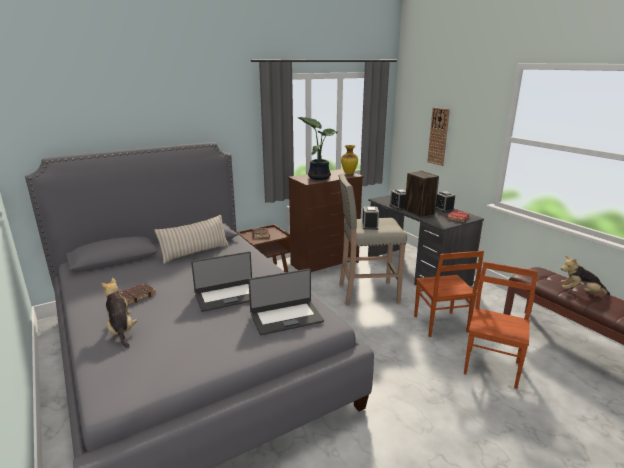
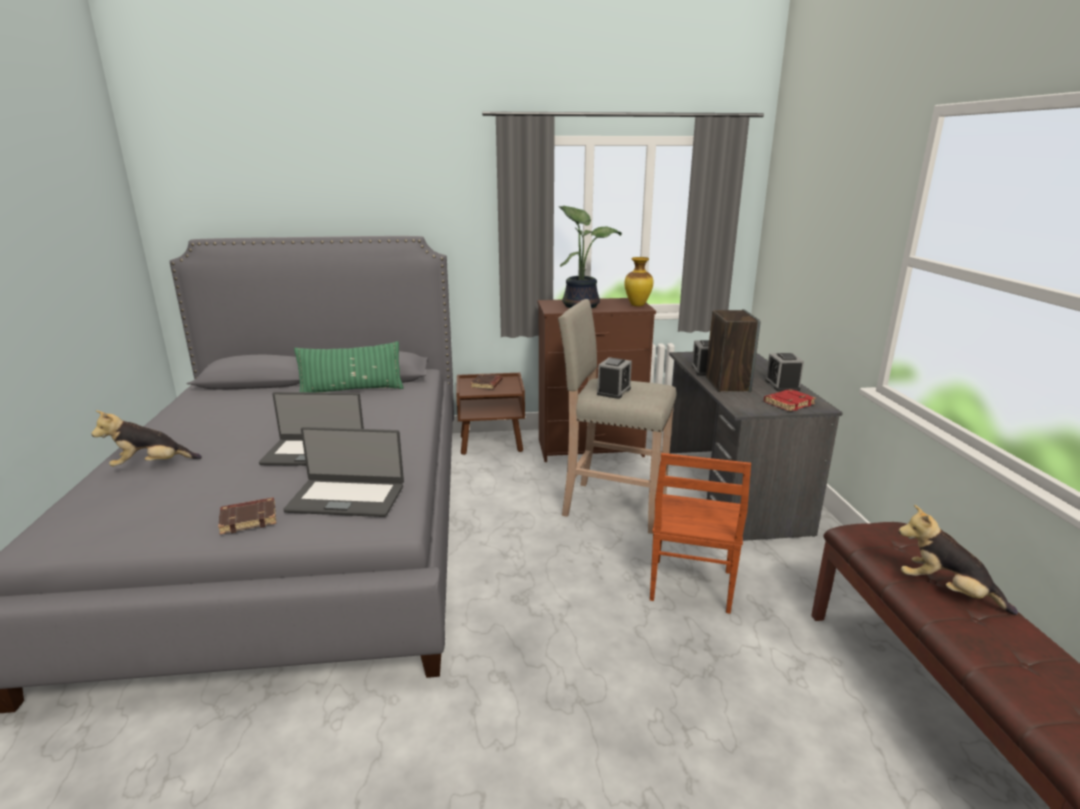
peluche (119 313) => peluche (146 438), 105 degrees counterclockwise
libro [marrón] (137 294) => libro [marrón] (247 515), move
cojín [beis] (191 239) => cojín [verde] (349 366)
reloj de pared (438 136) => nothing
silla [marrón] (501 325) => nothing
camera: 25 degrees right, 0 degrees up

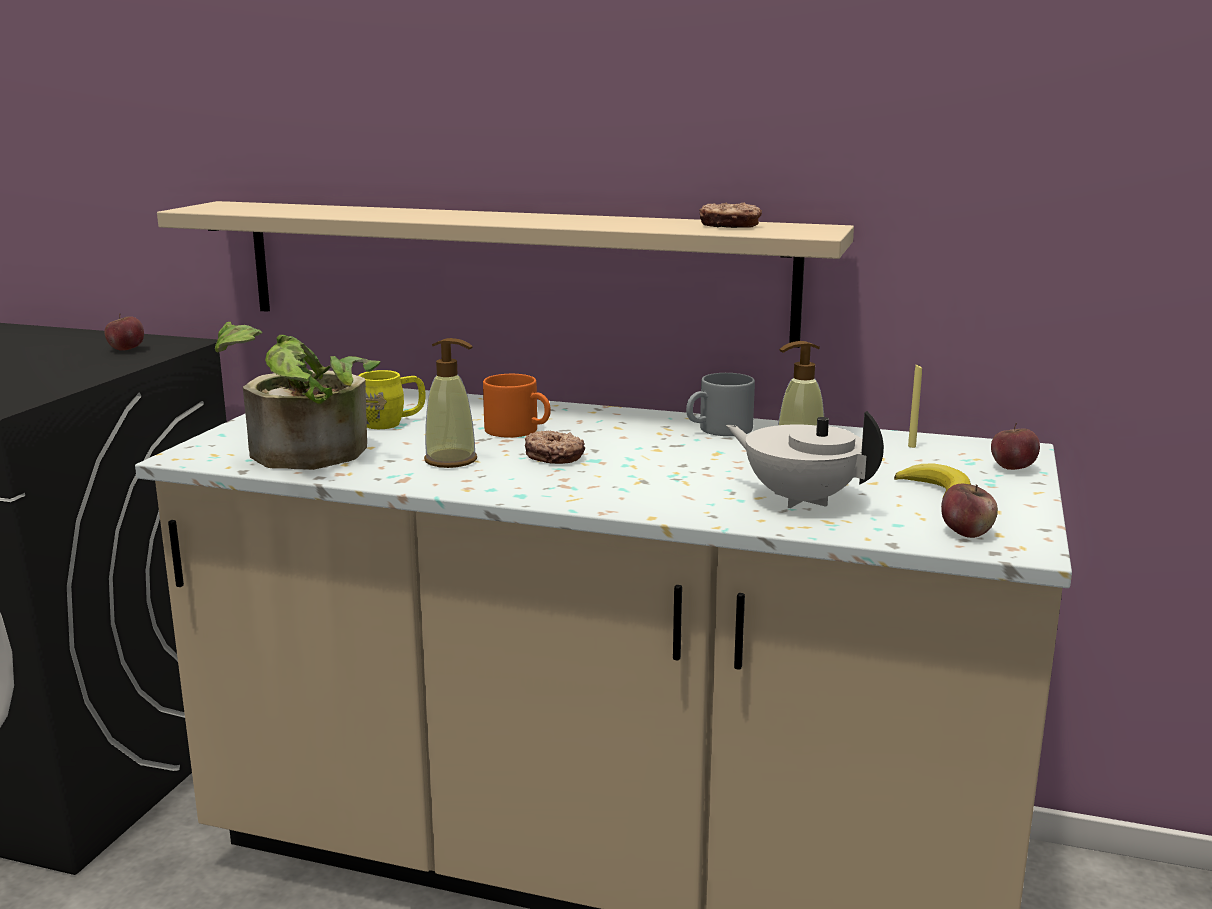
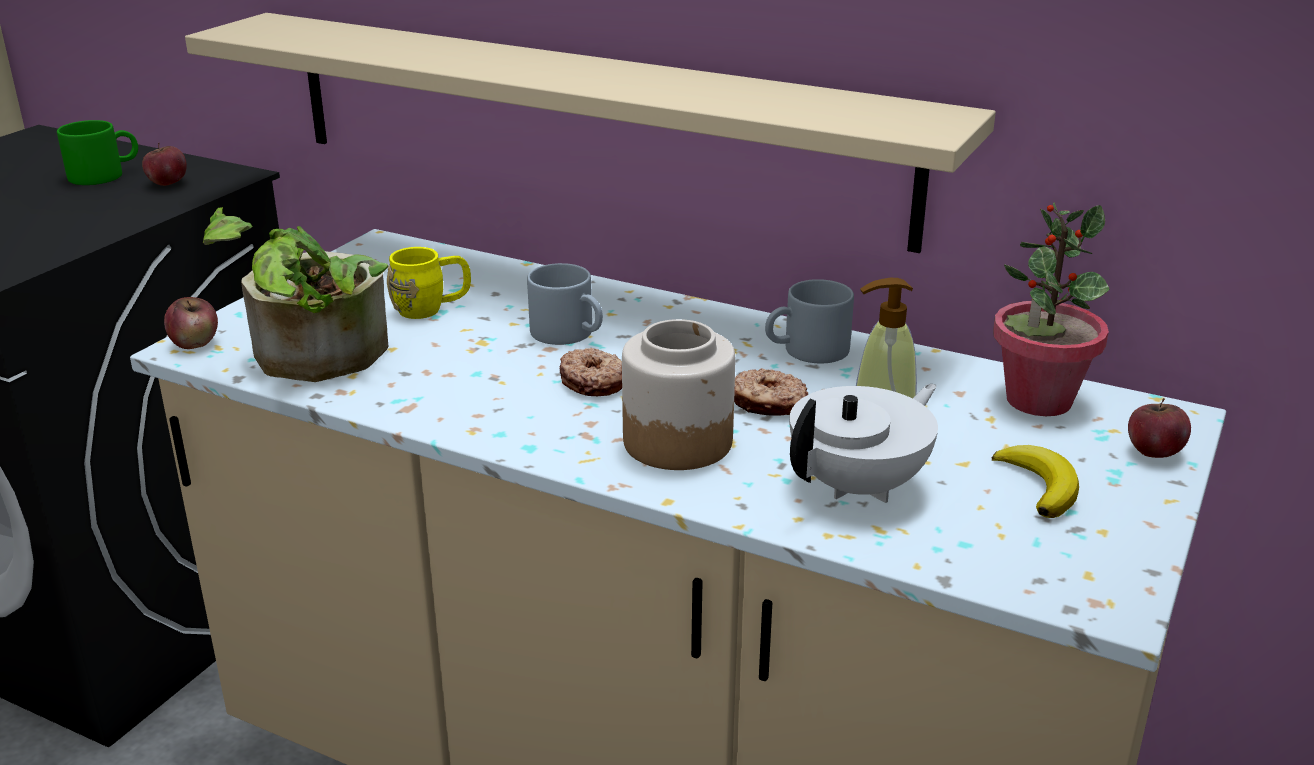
nothing => taza grande [verde] (97 152)
manzana (969 511) => manzana (191 323), move
taza grande [naranja] (517 406) => taza grande [gris] (565 304)
nothing => tarro (678 394)
rosquilla (730 215) => rosquilla (771 391), move
tetera [blanco] (805 459) => tetera [blanco] (863 443), 90 degrees clockwise
vela [amarillo] (915 406) => planta en maceta (1051 309)
dispensador de jabón (450 403) => nothing
camera: 10 degrees right, 10 degrees up

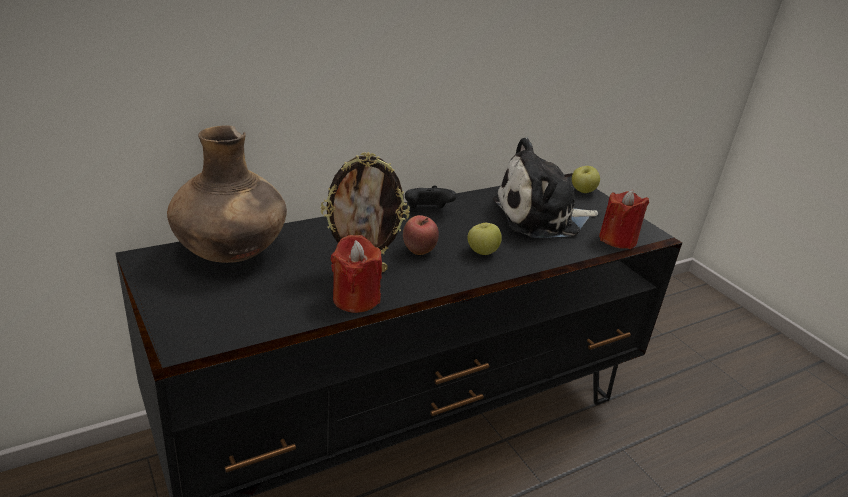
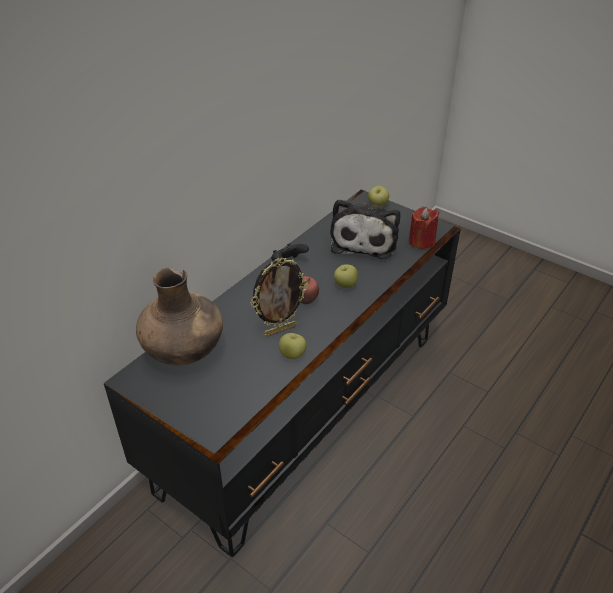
vela [rojo] (356 274) => manzana (293 346)
peluche (545 187) => peluche (365 229), 45 degrees counterclockwise
camera: 20 degrees left, 10 degrees up

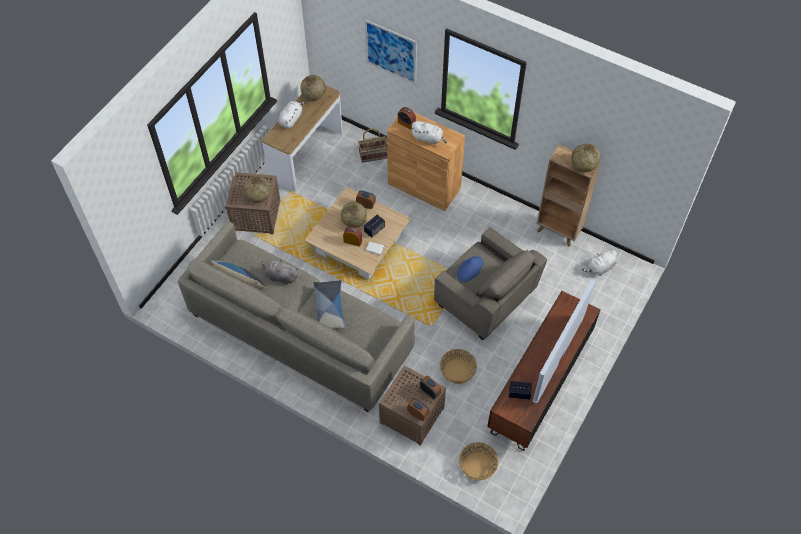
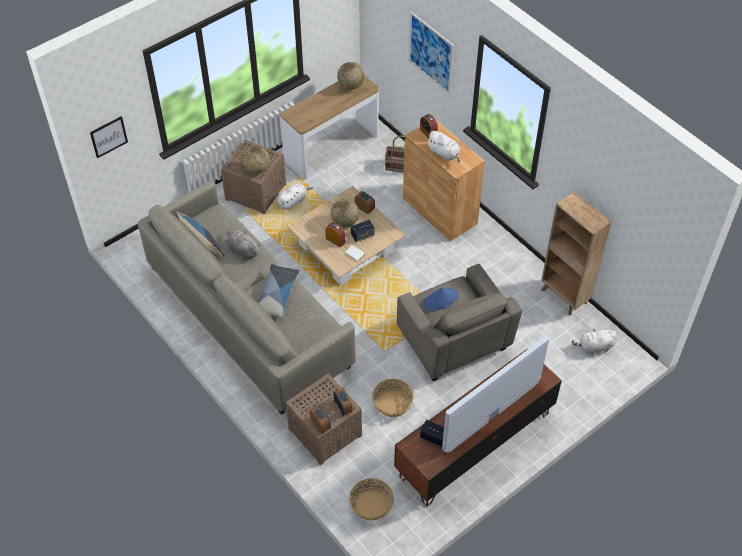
nothing => cuadro (109 137)
peluche [blanco] (292 114) => peluche [blanco] (295 196), move
globo terráqueo (585 157) => nothing
camera: 20 degrees right, 5 degrees down

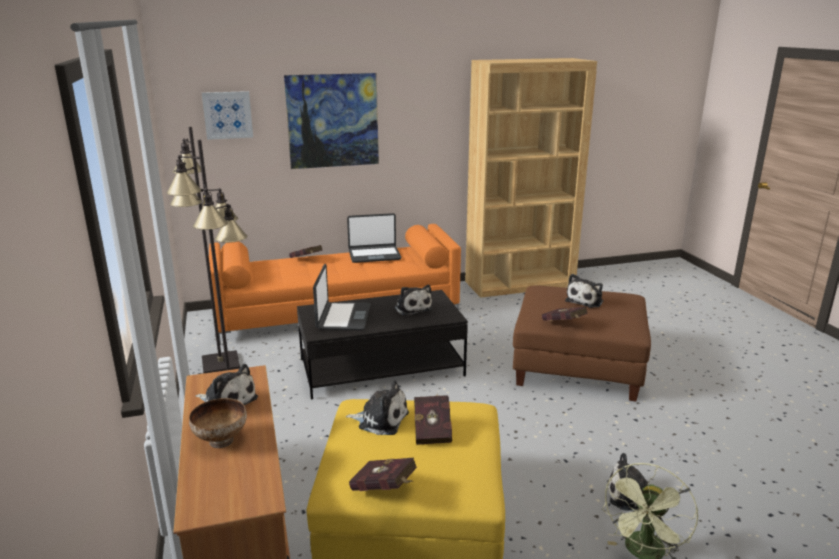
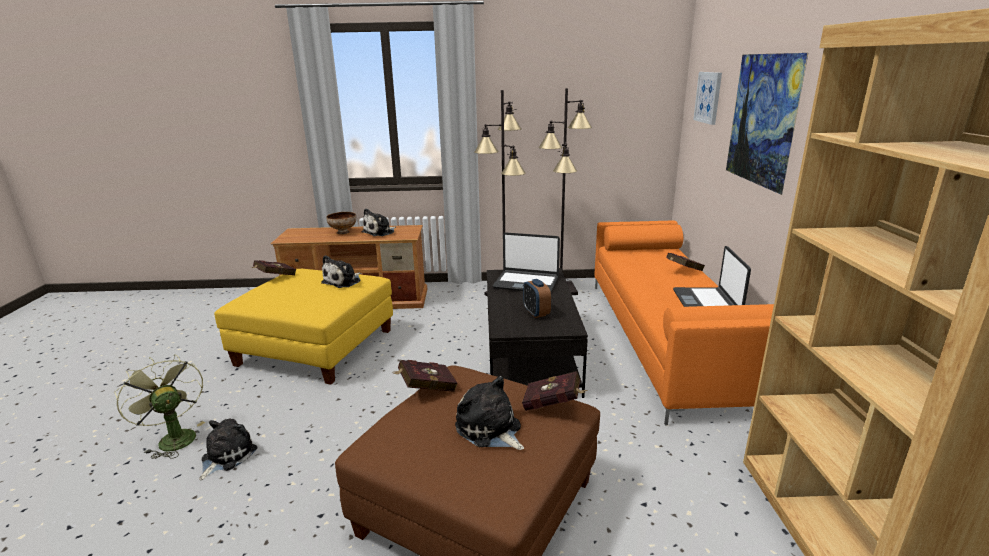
libro [rojo] (433 419) => libro [rojo] (555 391), move
peluche (413 300) => despertador (537 298)
camera: 105 degrees right, 0 degrees up

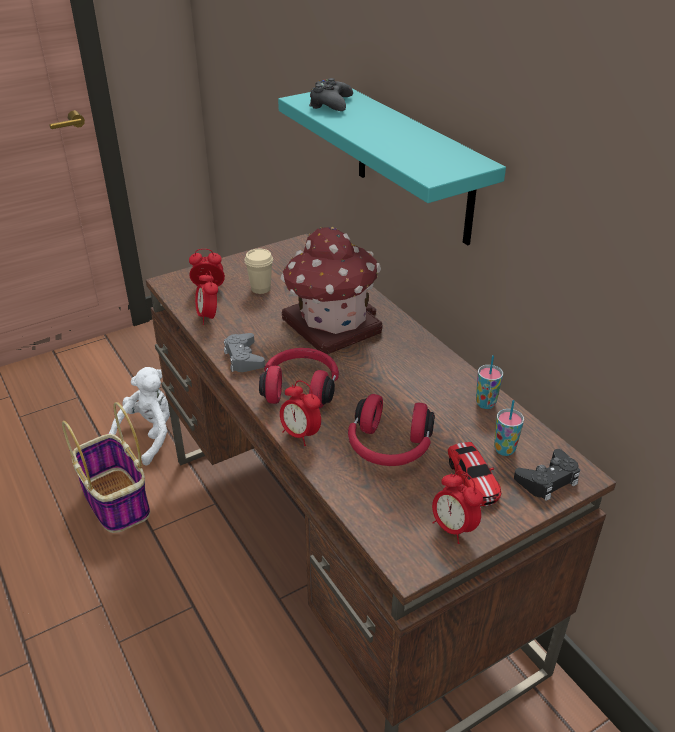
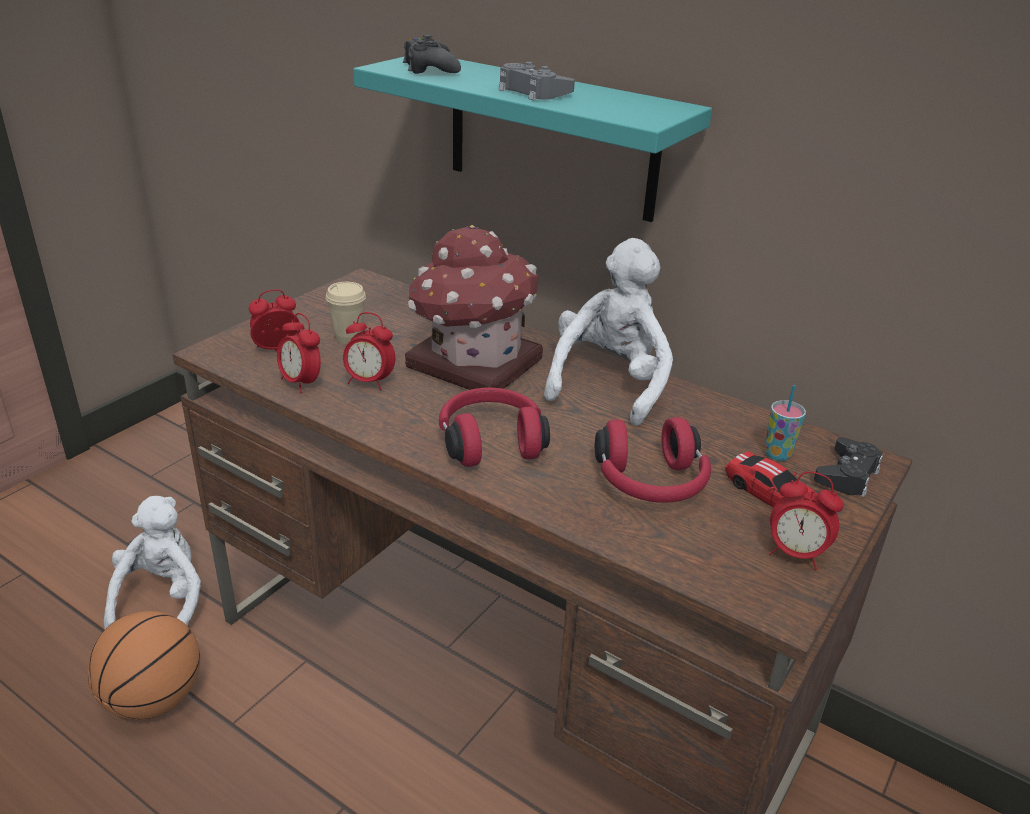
cesta (106 467) => balón de baloncesto (143 665)
despertador (300 413) => despertador (369 351), move
mando de consola [gris] (244 352) => mando de consola [gris] (537 81), move
nothing => peluche [blanco] (608 332)
taza (489 382) => nothing
camera: 25 degrees left, 5 degrees down

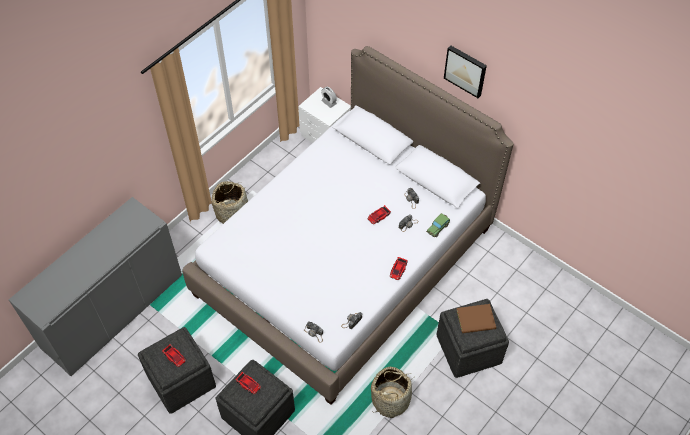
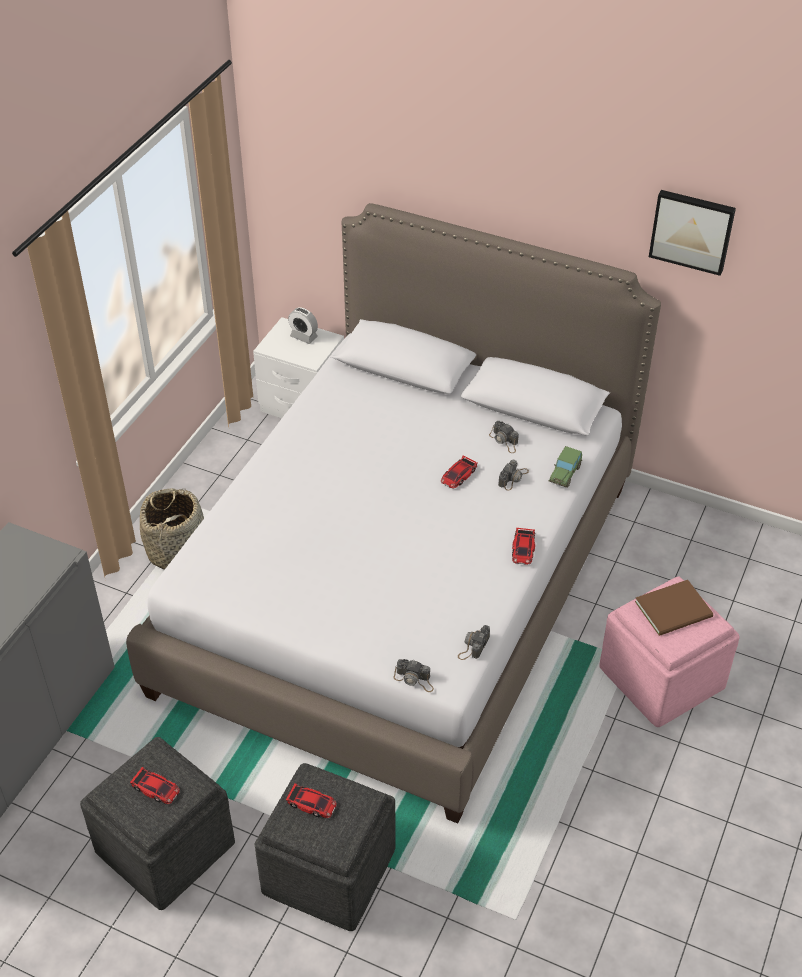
puf [gris] (472 338) => puf [rosa] (669 651)
cuadro (465 71) => cuadro (692 233), move
cesta (393 392) => nothing
camera: 15 degrees left, 10 degrees down

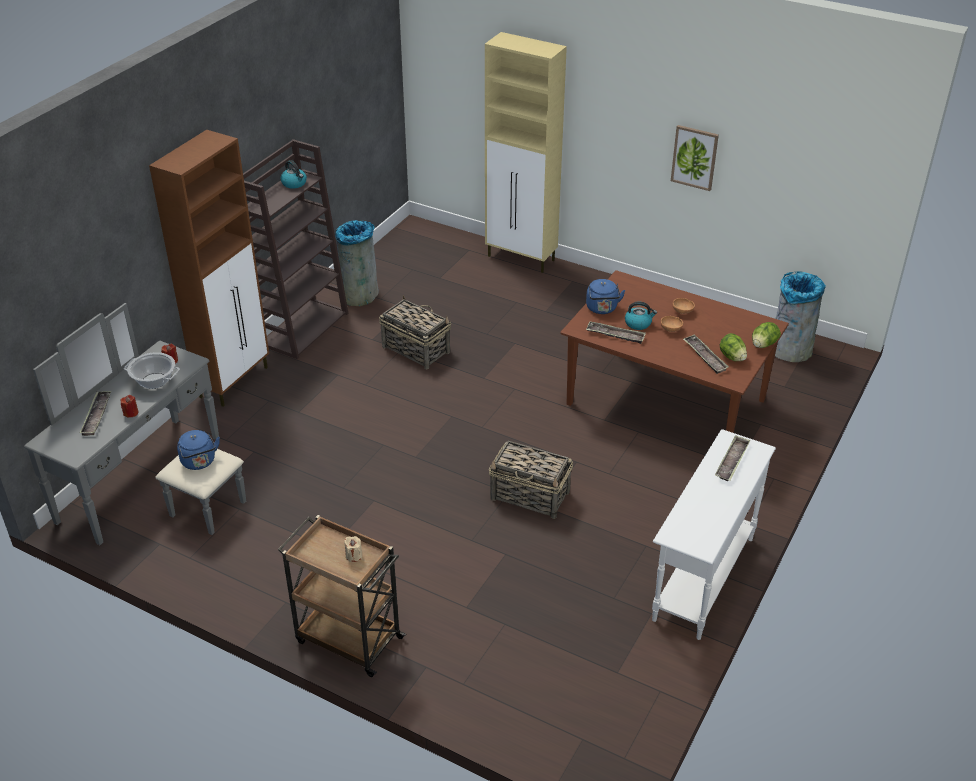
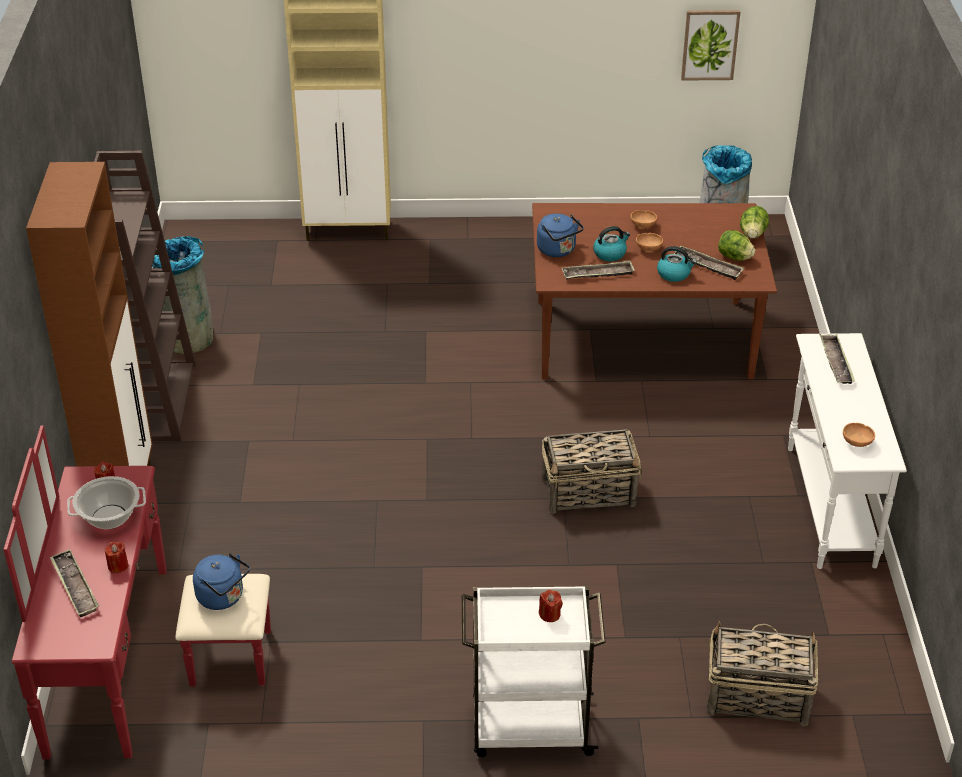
cómoda [gris] (135 424) => cómoda [rojo] (137 592)
carrito [marrón] (342 596) => carrito [blanco] (534 671)
vela [beis] (353 549) => vela [rojo] (551 606)
hervidor (293 174) => hervidor (677 264), move
cuadro (695 158) => cuadro (711 45), move
cesta (415 332) => cesta (762 673), move
nothing => cuenco [marrón] (859 435)
camera: 30 degrees left, 0 degrees up

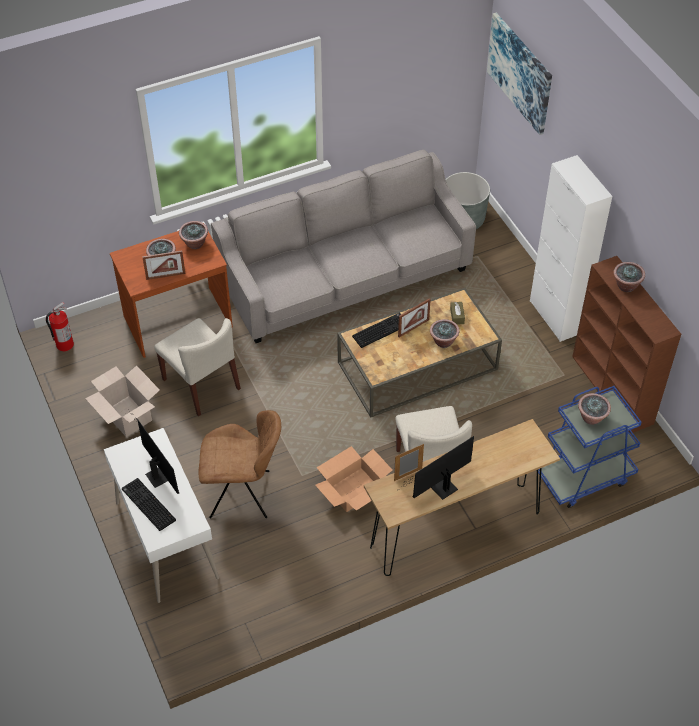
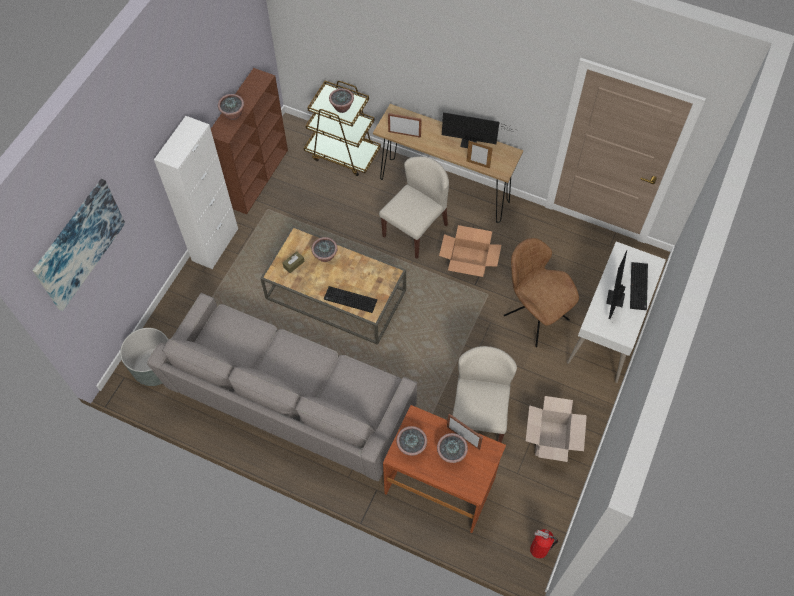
carrito [azul] (588 447) => carrito [marrón] (342 128)
portarretratos (414 317) => portarretratos (405 125), move
camera: 130 degrees left, 10 degrees up

